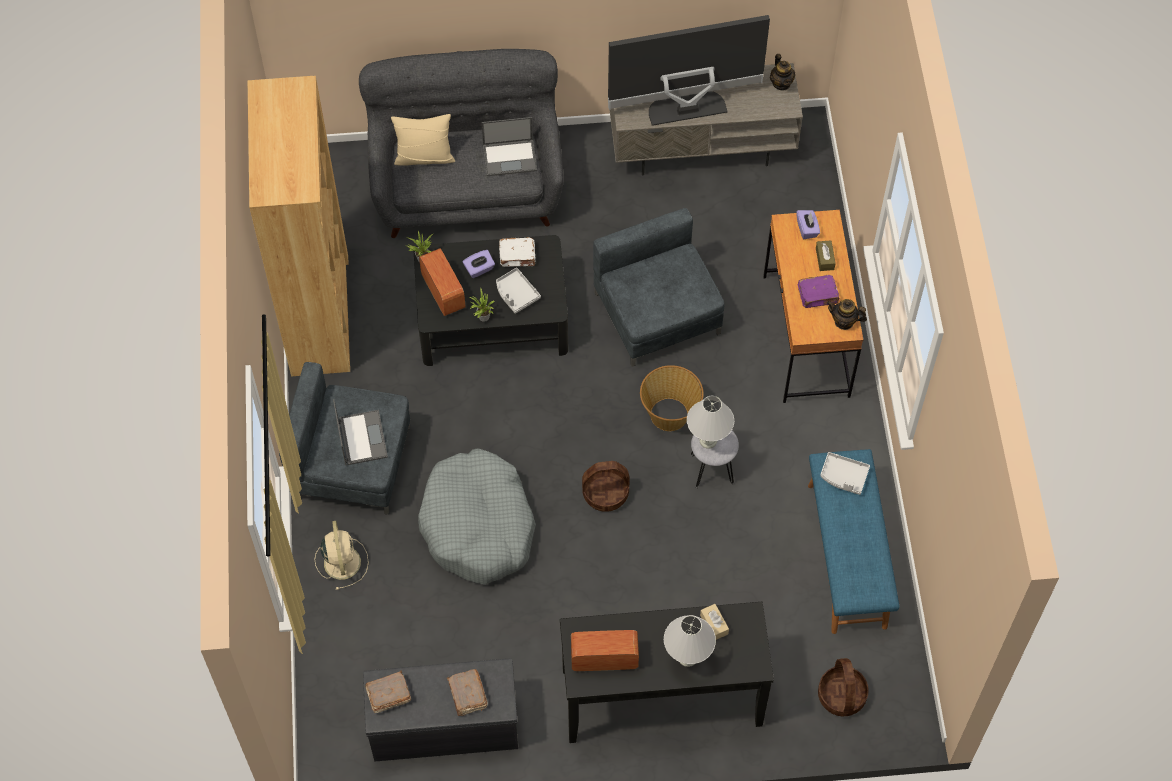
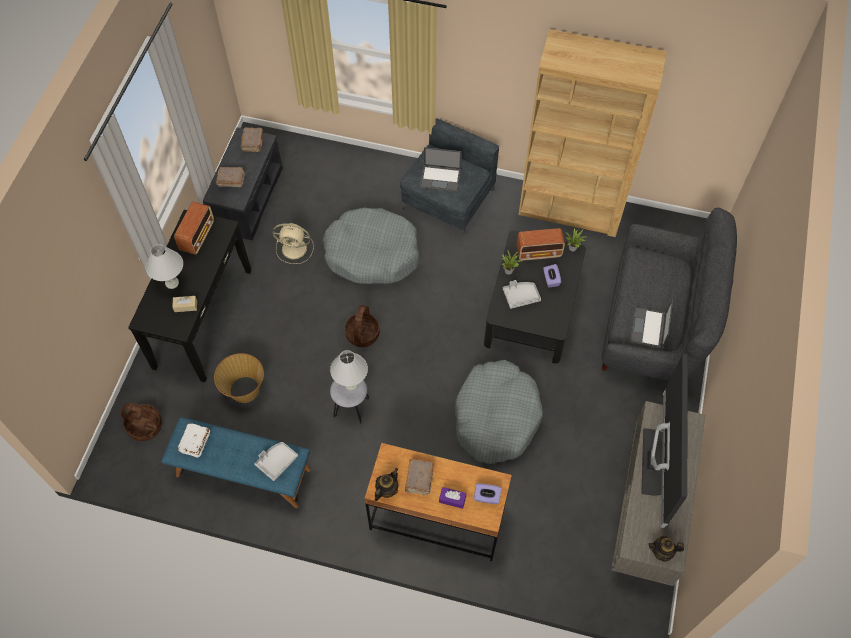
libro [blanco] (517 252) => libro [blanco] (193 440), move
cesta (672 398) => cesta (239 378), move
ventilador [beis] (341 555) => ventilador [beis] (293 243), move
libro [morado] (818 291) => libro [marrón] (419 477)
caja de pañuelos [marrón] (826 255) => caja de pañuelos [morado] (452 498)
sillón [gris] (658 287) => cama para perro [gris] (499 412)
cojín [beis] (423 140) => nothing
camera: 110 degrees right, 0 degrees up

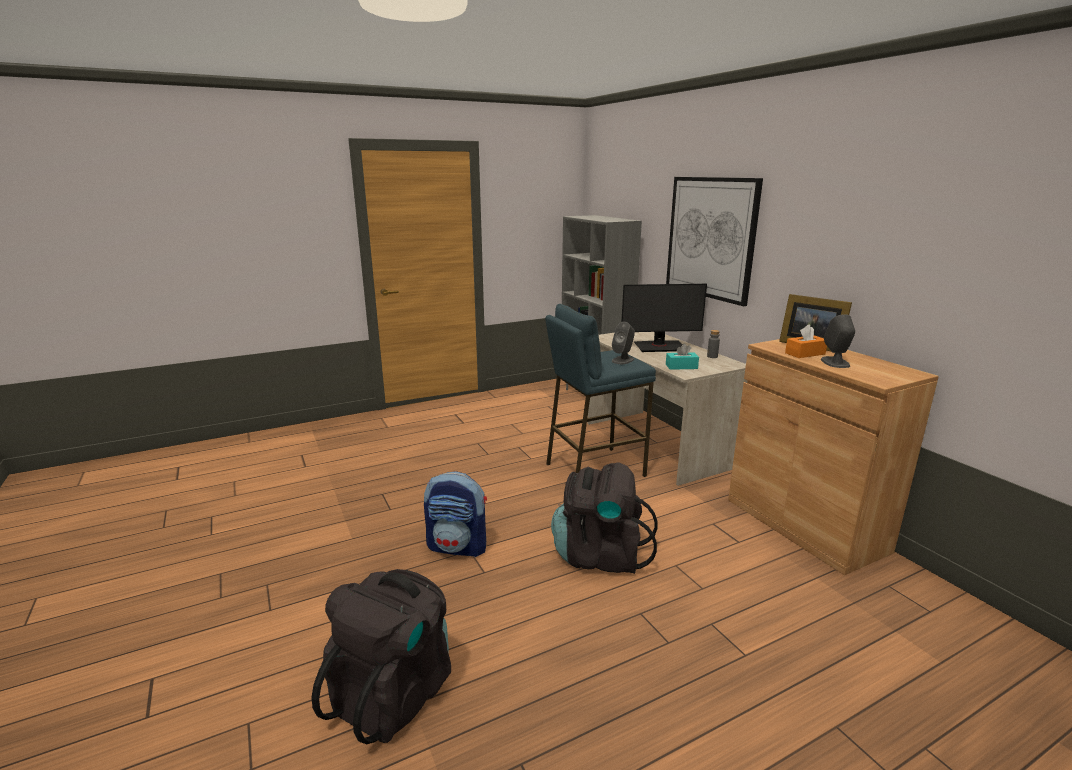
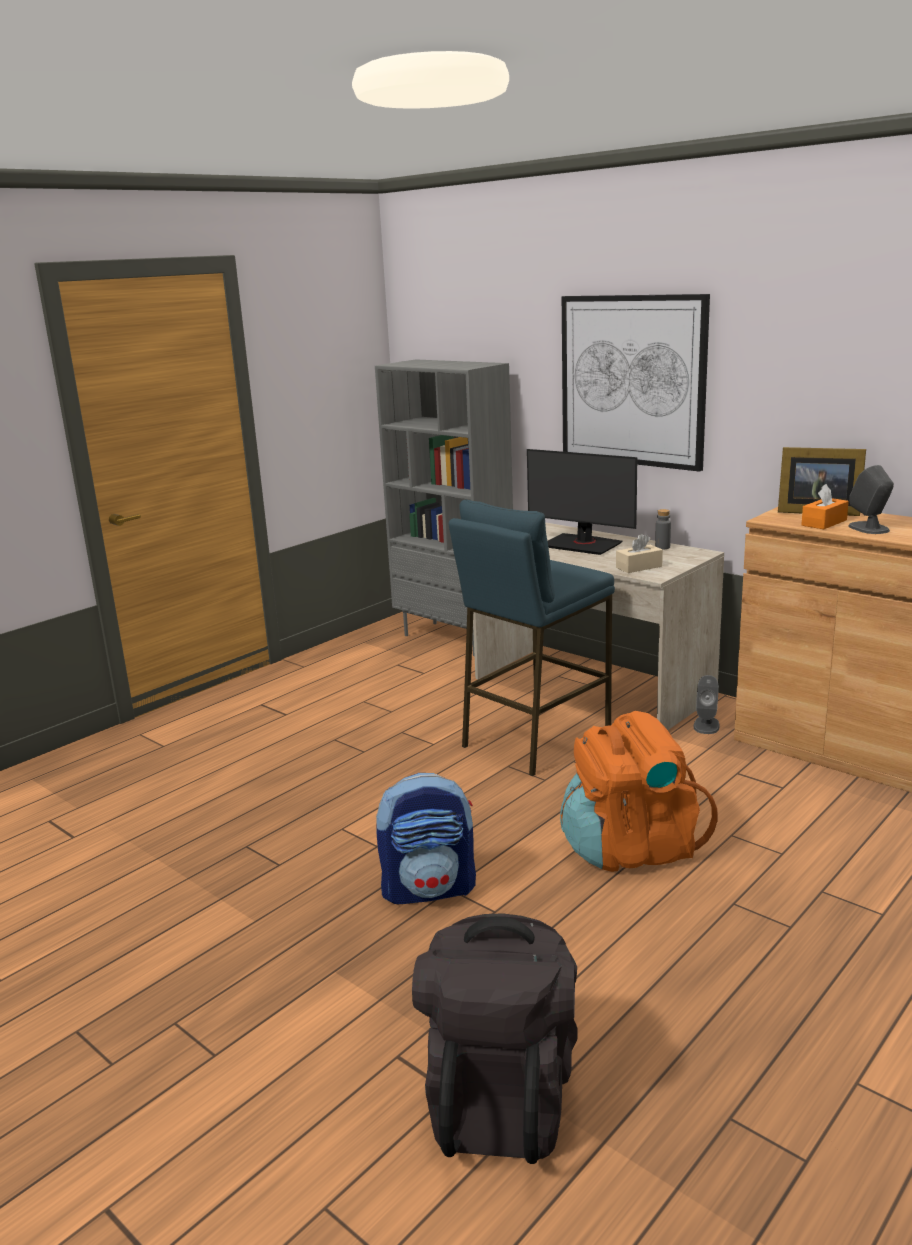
monitor (664 318) => monitor (582 502), 60 degrees clockwise
mochila [negro] (604 518) => mochila [naranja] (639 791)
caja de pañuelos [turquesa] (682 357) => caja de pañuelos [beis] (639 553)
altavoz [gris] (623 343) => altavoz [gris] (707 704), move
camera: 20 degrees left, 0 degrees up

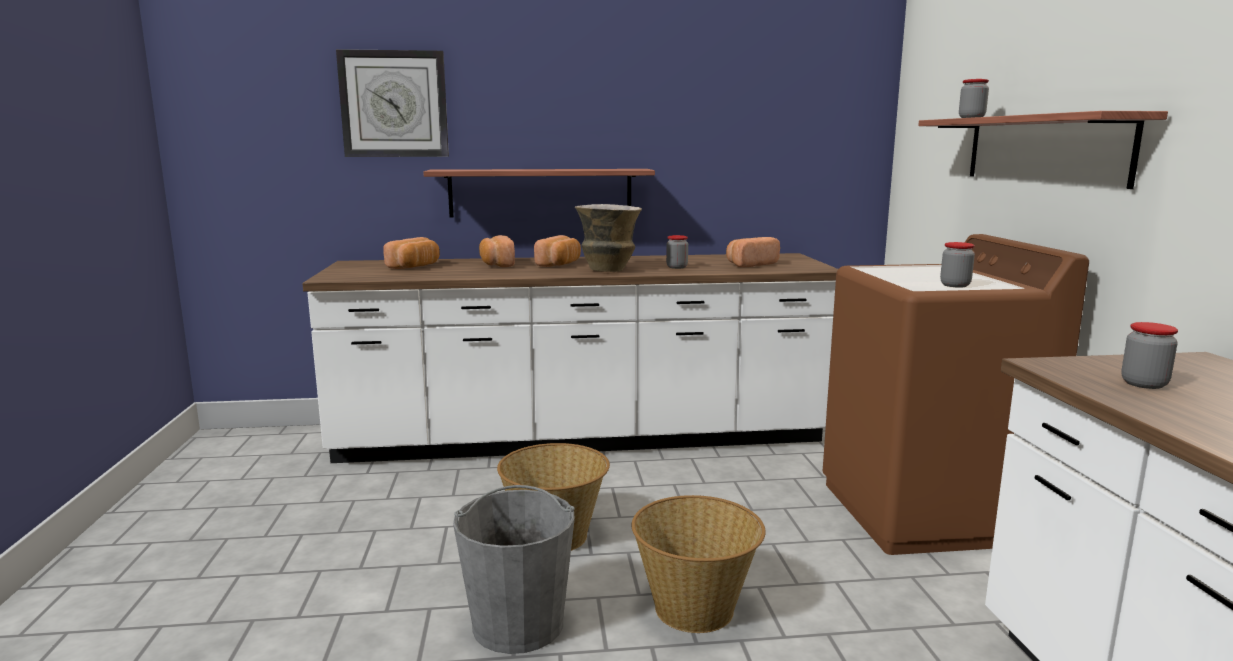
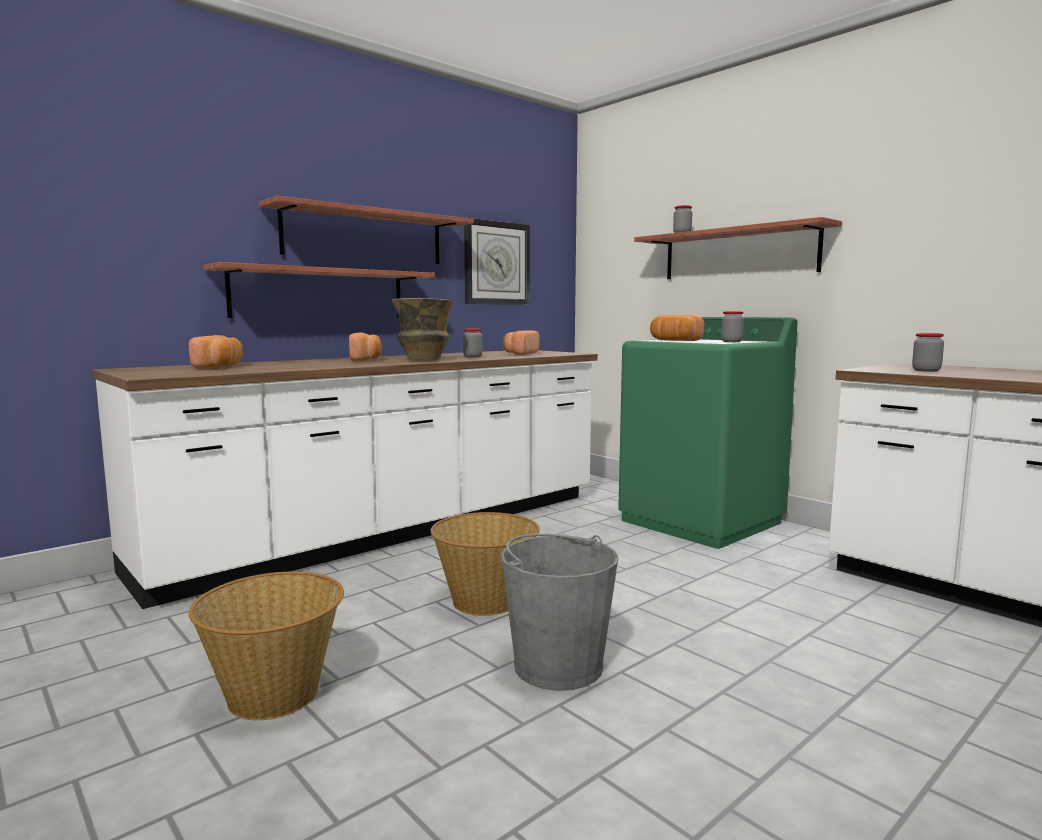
cesta (699 564) => cesta (266 646), move
nothing => estante (366 230)
reloj de pared (392 103) => reloj de pared (497 261), move
lavadora [marrón] (956 394) => lavadora [verde] (708 433)
pan (497 251) => pan (677 327), move
camera: 35 degrees left, 5 degrees down

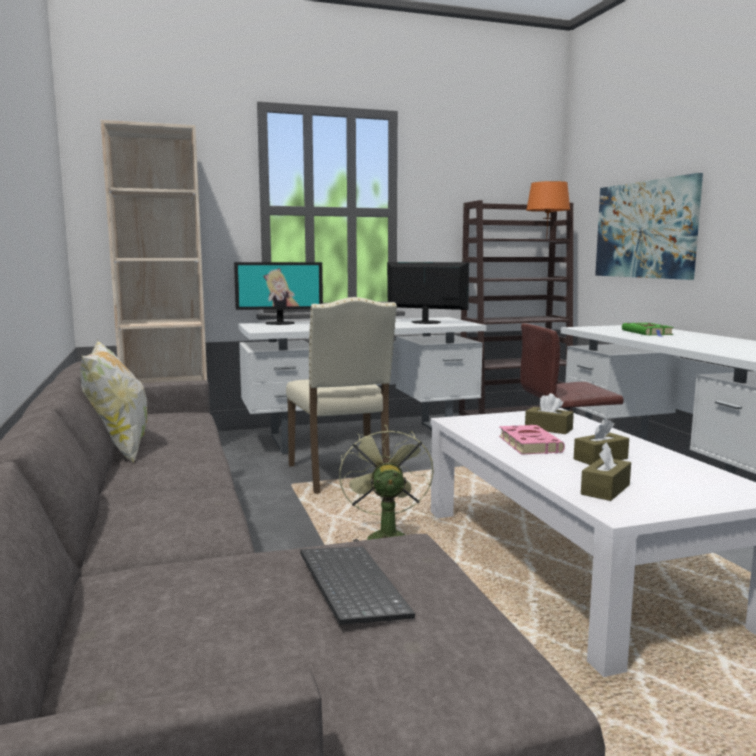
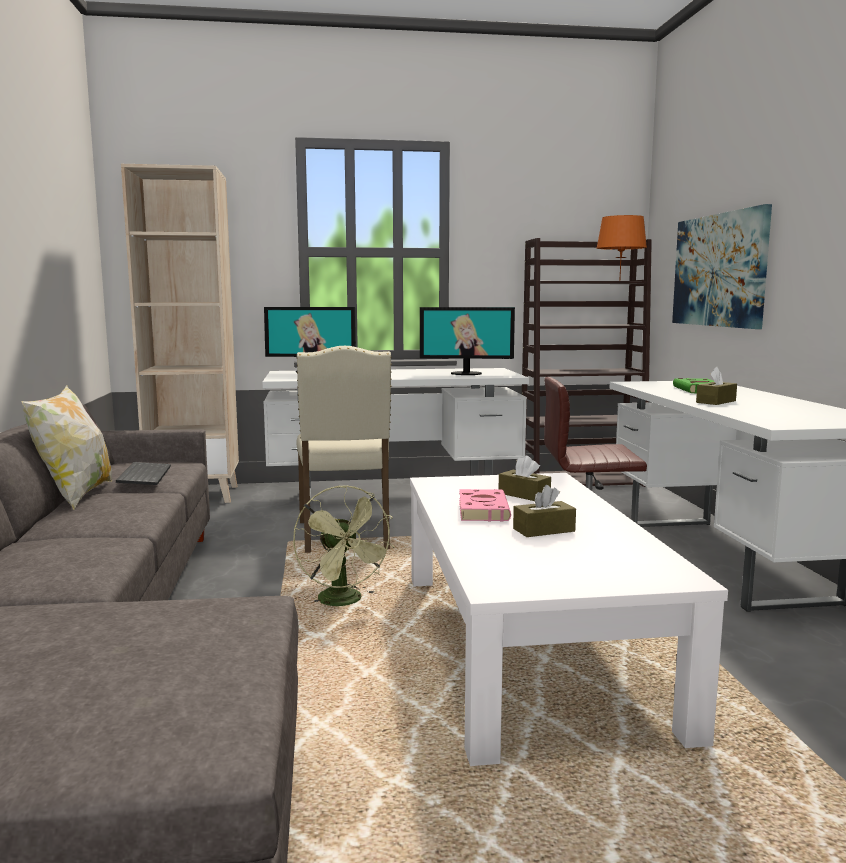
teclado (357 585) => teclado (143 473), move
ventilador [verde] (386 482) => ventilador [verde] (344 545), 150 degrees clockwise
monitor (428 293) => monitor (467 341), 150 degrees clockwise
caja de pañuelos [marrón] (606 471) => caja de pañuelos [marrón] (716 386), move
camera: 10 degrees right, 0 degrees up

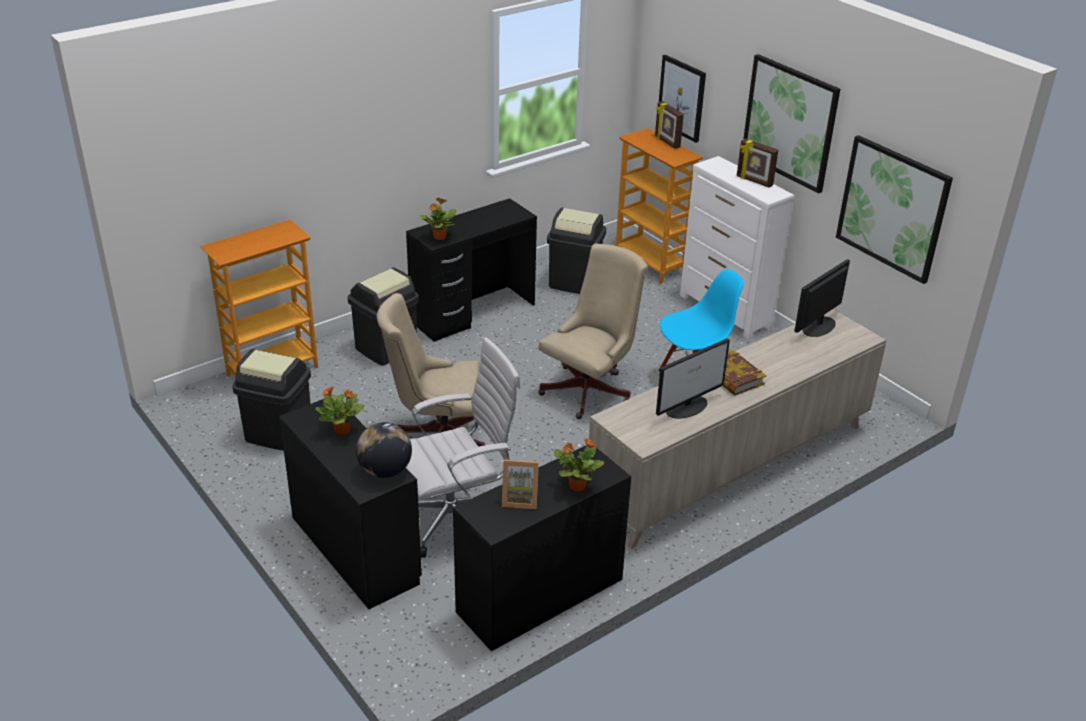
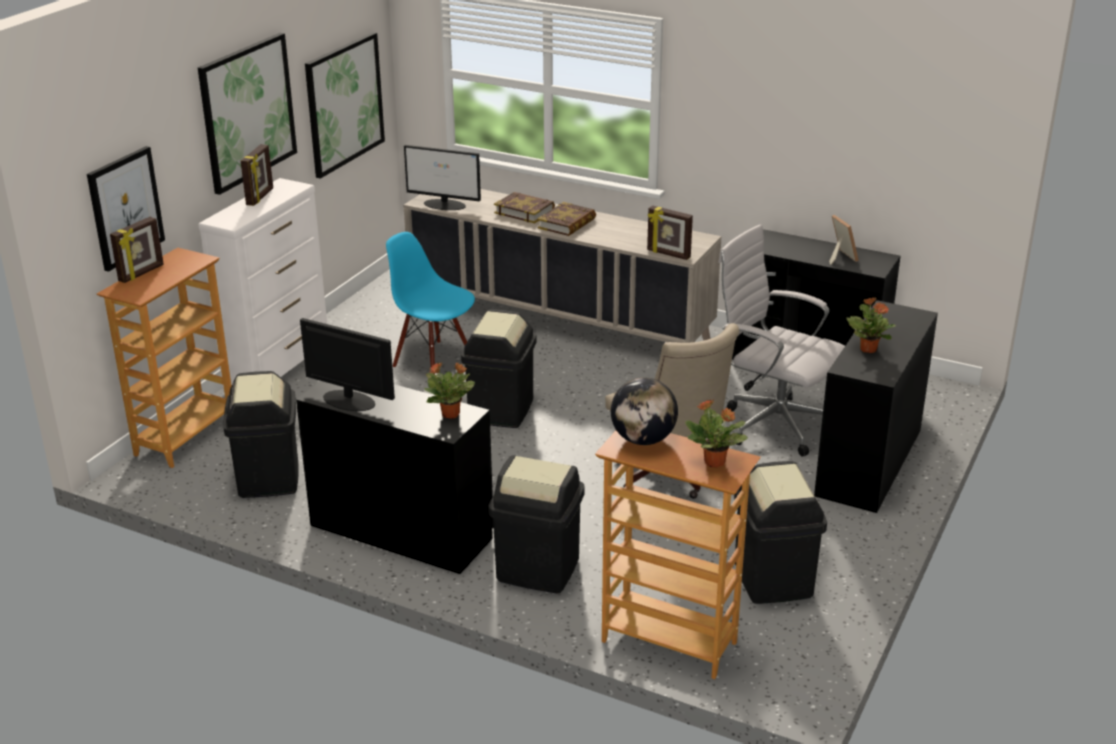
monitor (693 378) => monitor (347 364), move
silla de oficina [beis] (593 331) => papelera [negro] (499 368)
nothing => libro (524 207)
globo terráqueo (384 450) => globo terráqueo (644 411), move
nothing => portarretratos (670 233)
planta en maceta (579 464) => planta en maceta (716 434), move
camera: 115 degrees left, 5 degrees down

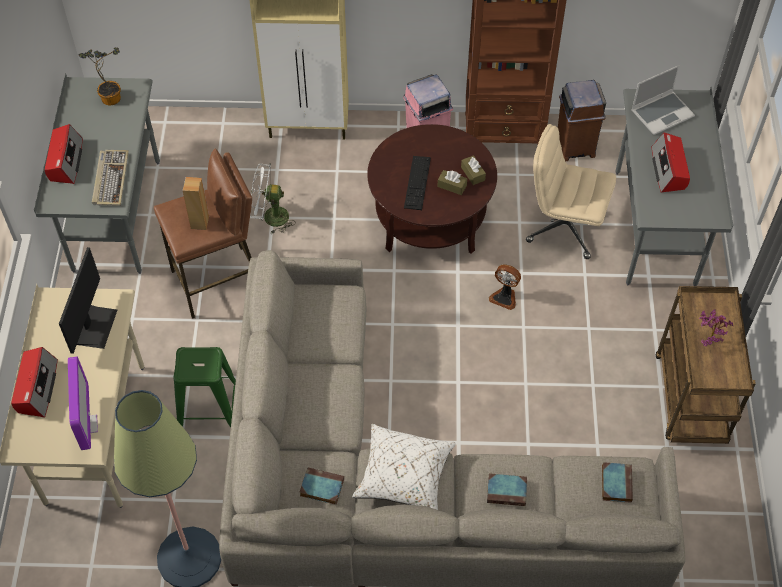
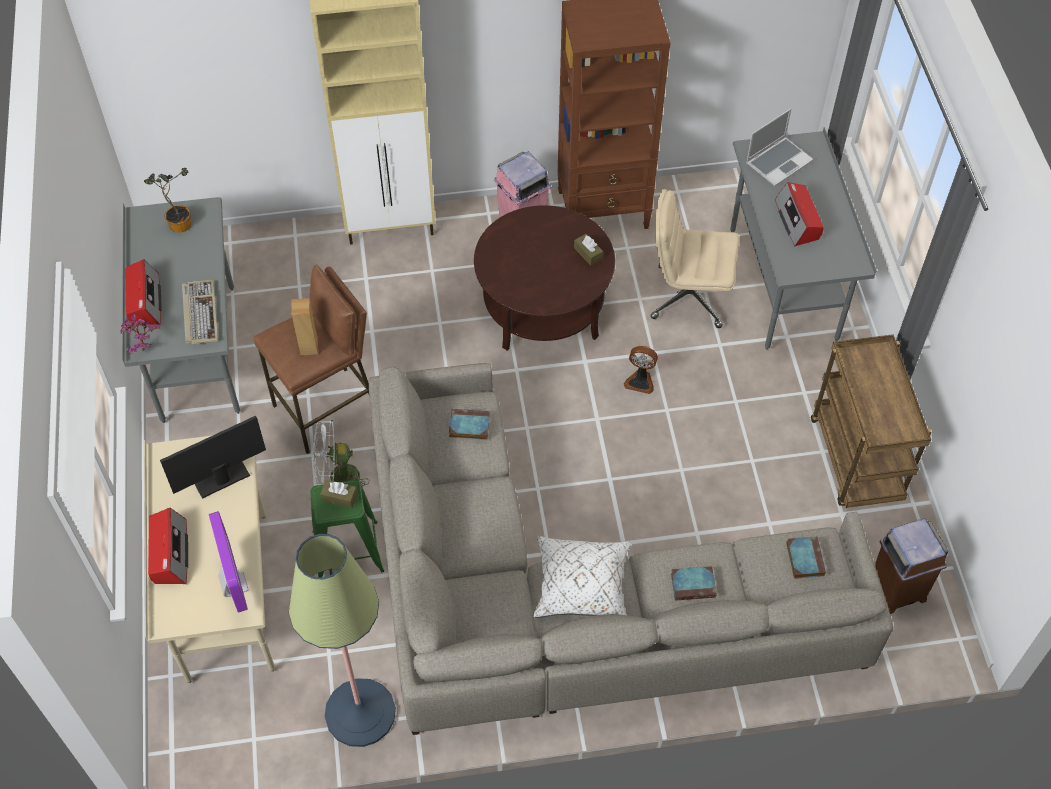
planta en maceta (716 327) => planta en maceta (140 334), move
monitor (88 300) => monitor (213 457), 120 degrees counterclockwise
ventilador [blanco] (273 199) => ventilador [blanco] (341 453), move
caja de pañuelos [marrón] (452 182) => caja de pañuelos [marrón] (339 494), move
libro (321 486) => libro (469 424), move
papelera [marrón] (582 121) => papelera [marrón] (911 566), move
teclado (417 183) => nothing
camera: 10 degrees left, 0 degrees up

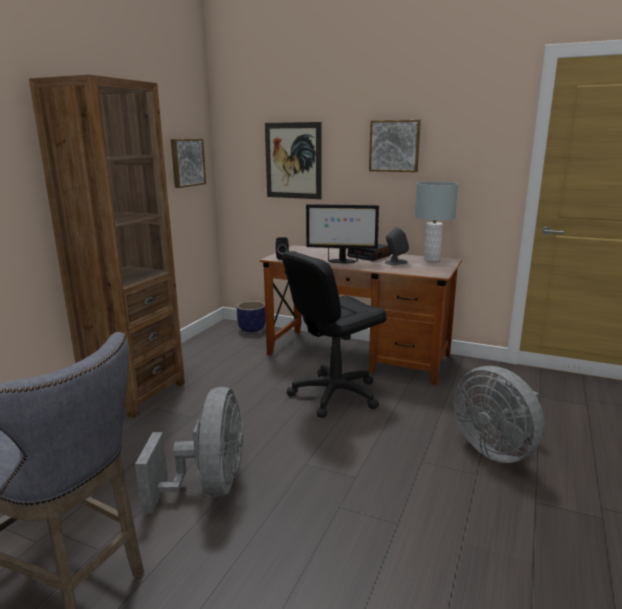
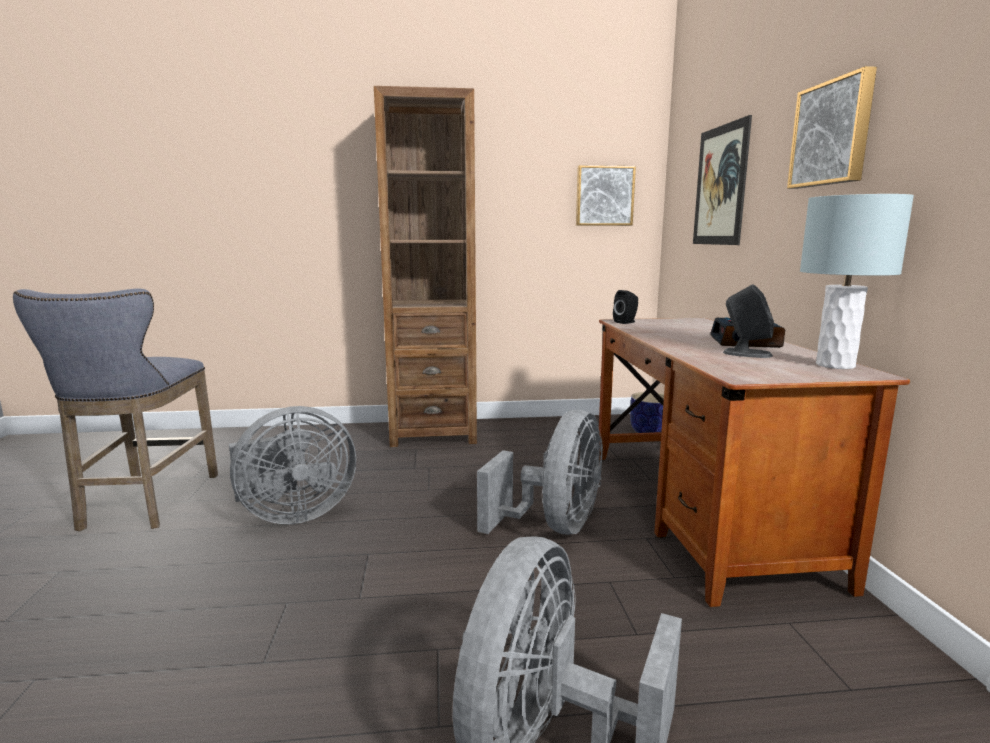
silla de oficina [negro] (334 334) => ventilador [gris] (540 472)
monitor (342 233) => nothing
camera: 60 degrees right, 5 degrees down

